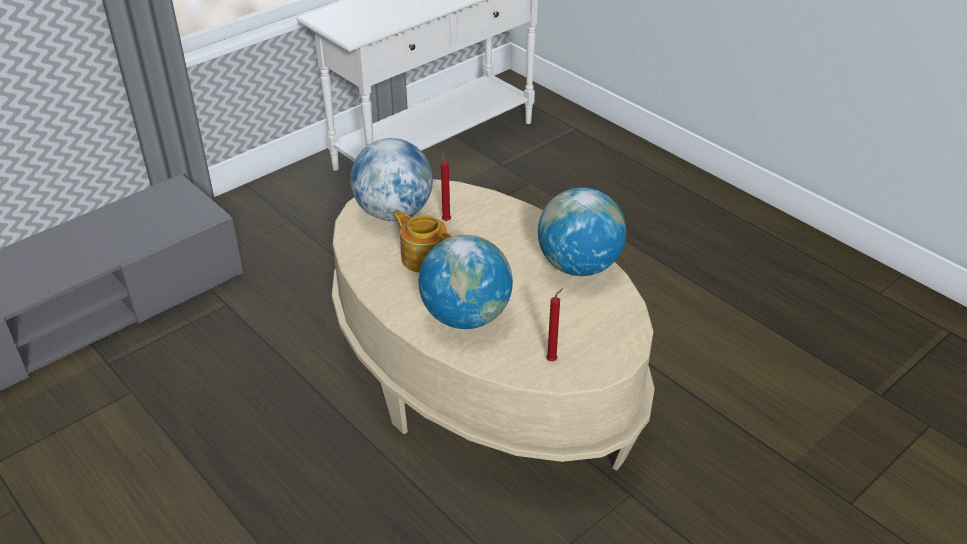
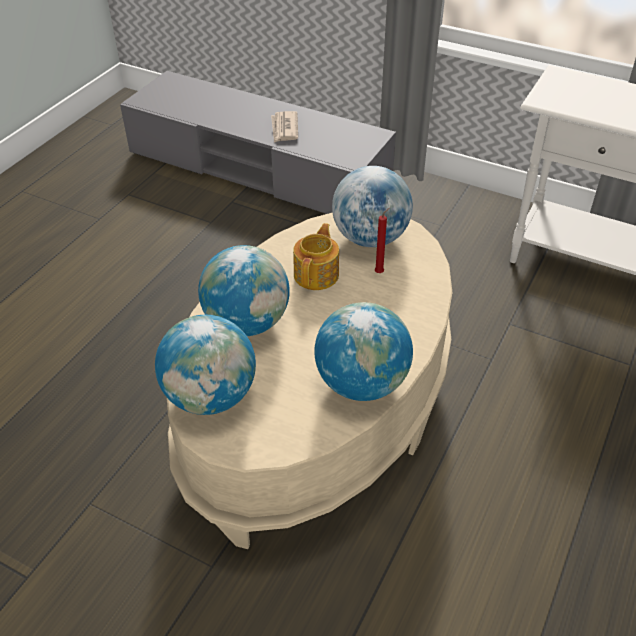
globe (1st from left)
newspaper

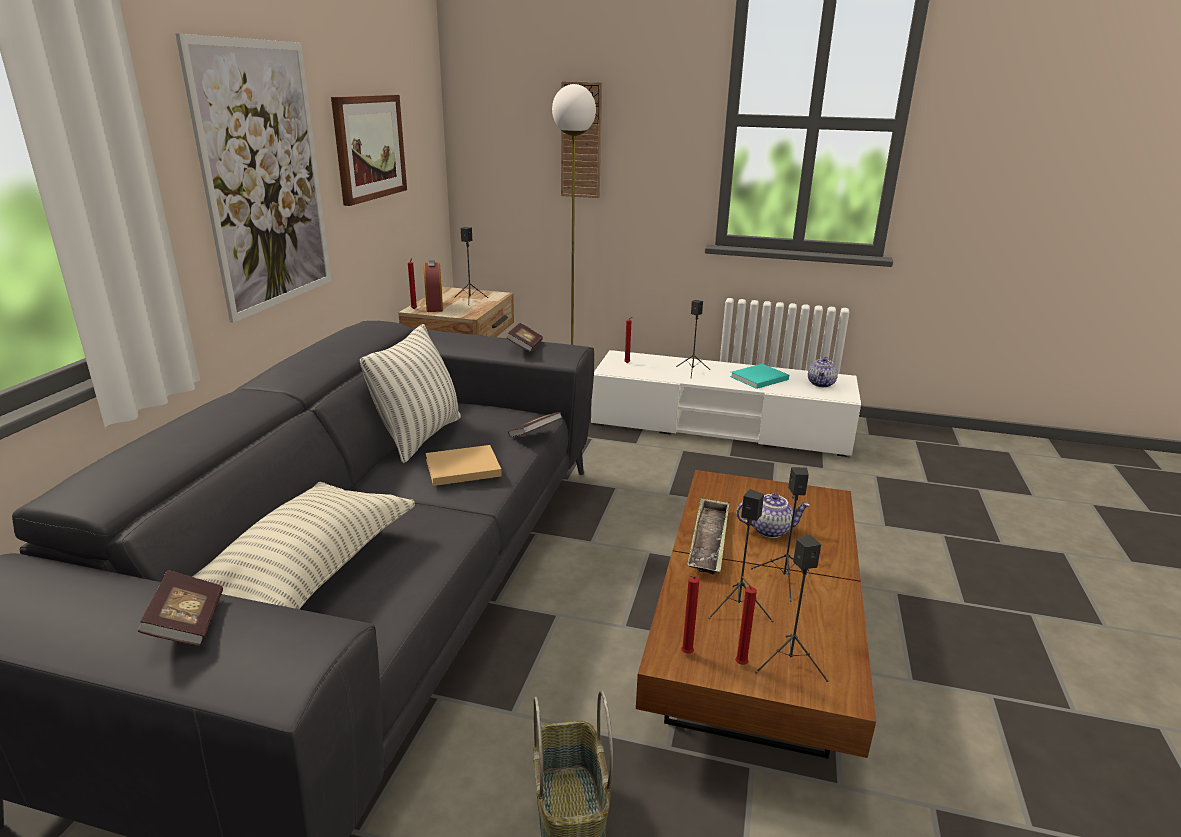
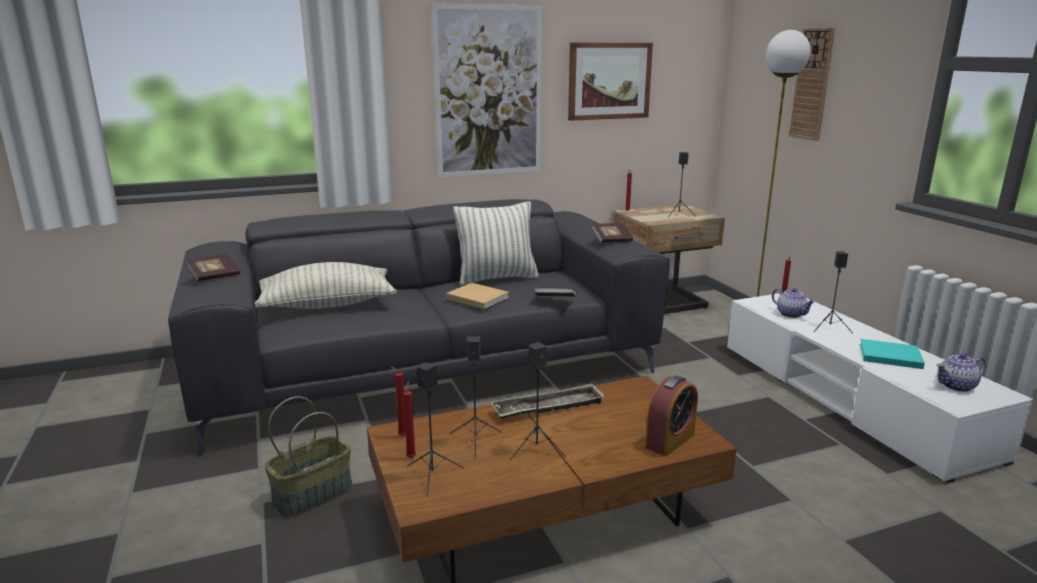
alarm clock
teapot (1st from left)

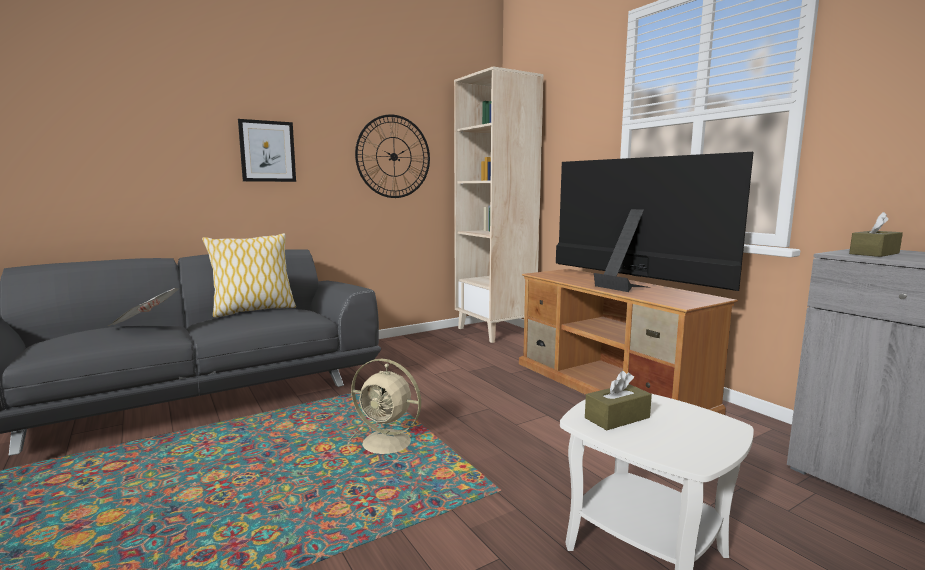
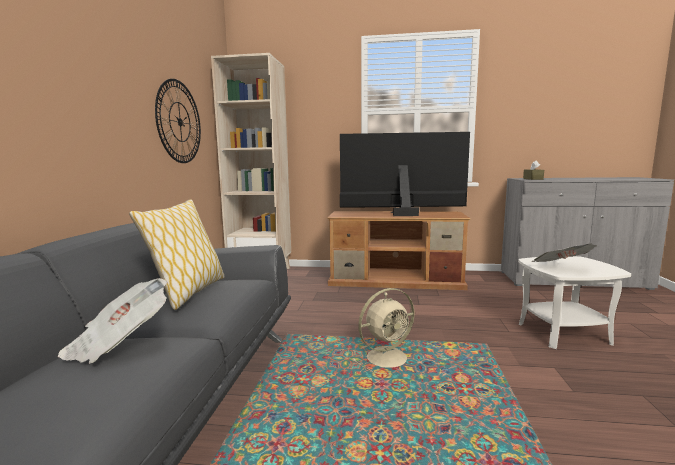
newspaper (2nd from left)
picture

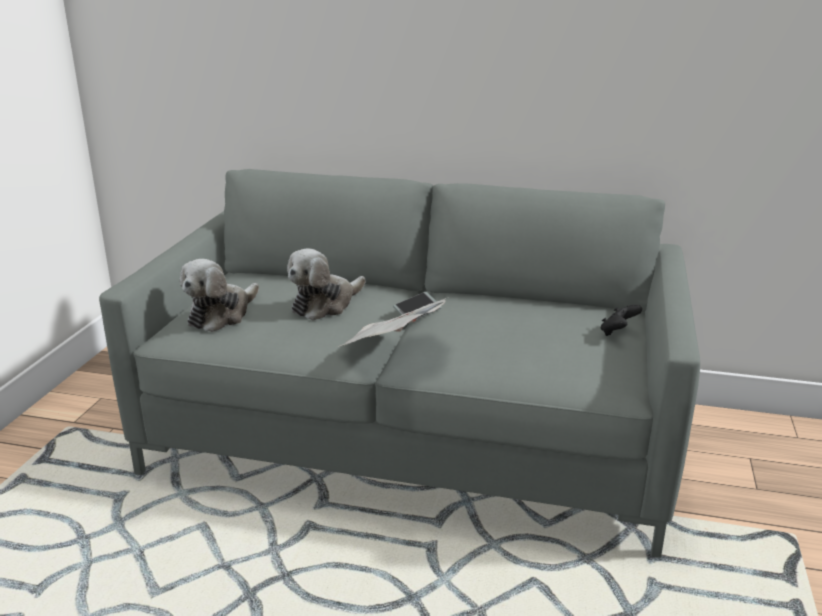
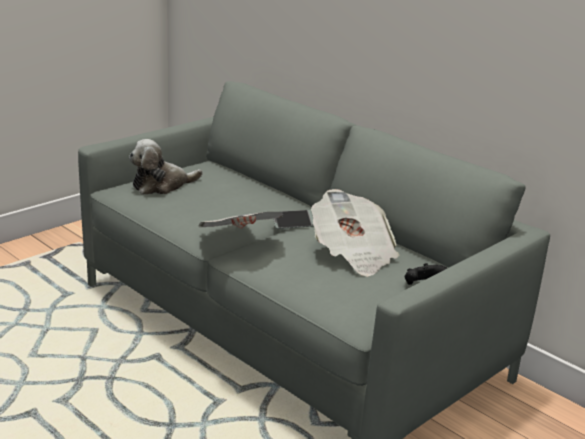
newspaper (2nd from left)
plush toy (2nd from left in the first image)

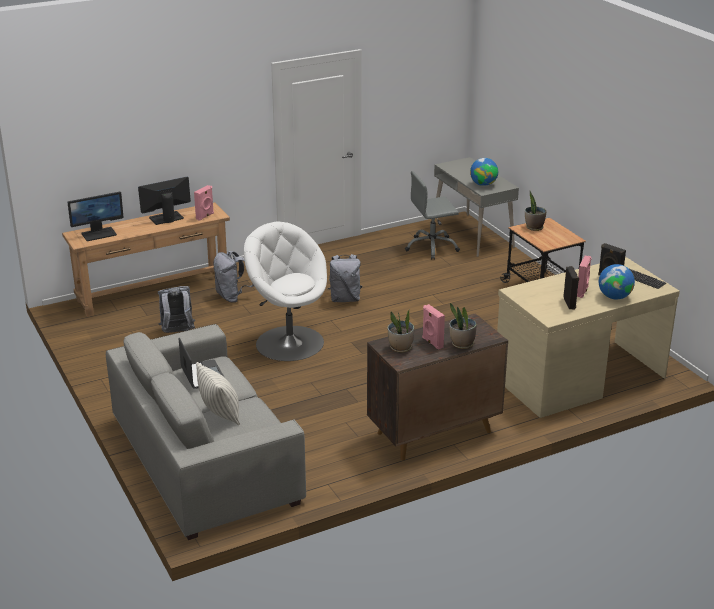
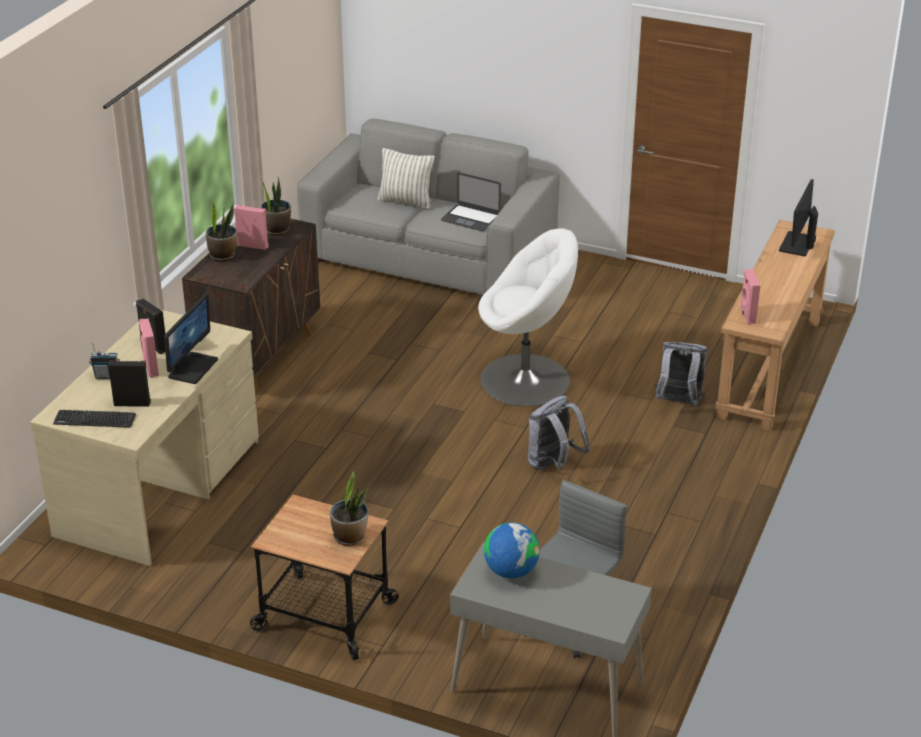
radio
monitor (1st from left)
grey backpack (1st from left in the first image)

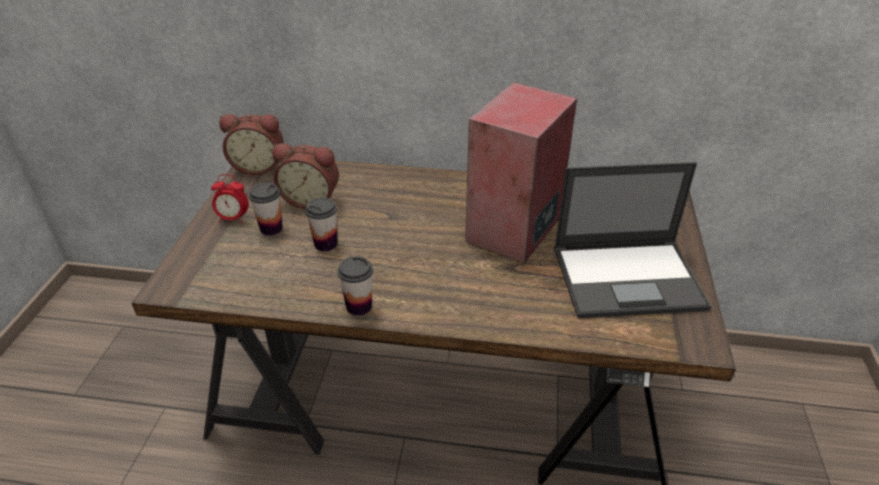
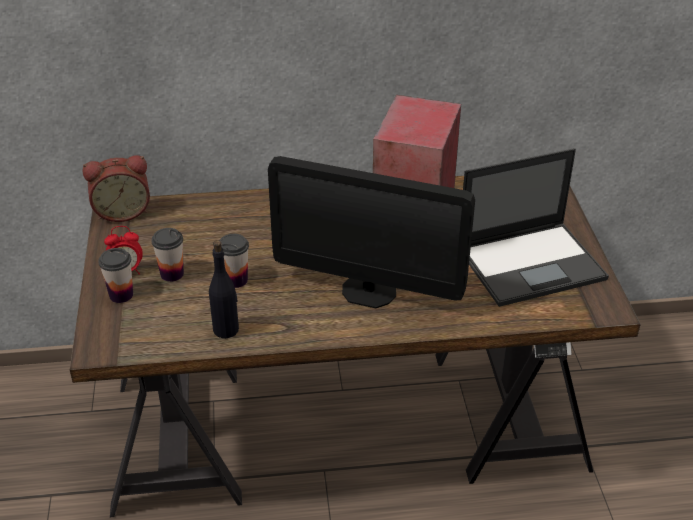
cup (1st from left)
black bottle
monitor
alarm clock (3rd from left in the first image)

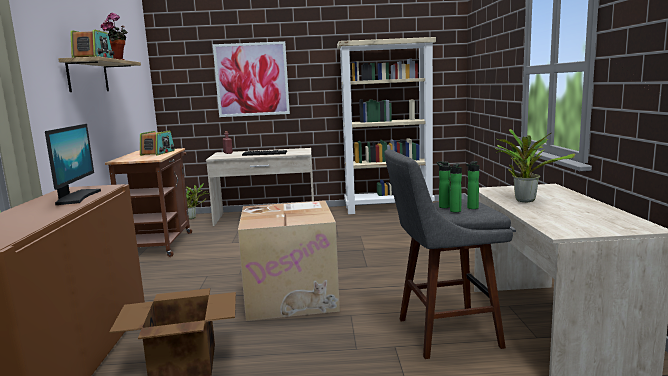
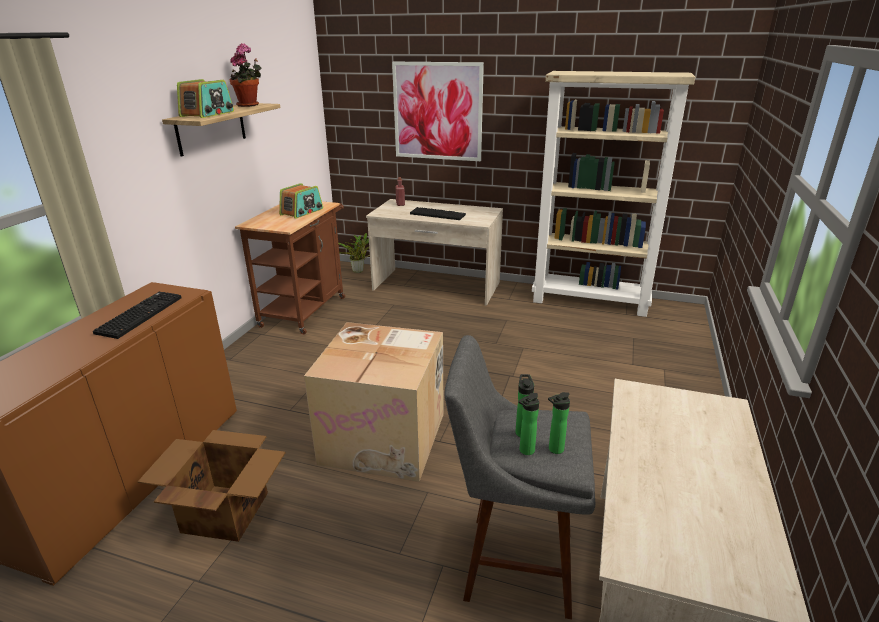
keyboard (1st from left)
potted plant (3rd from left in the first image)

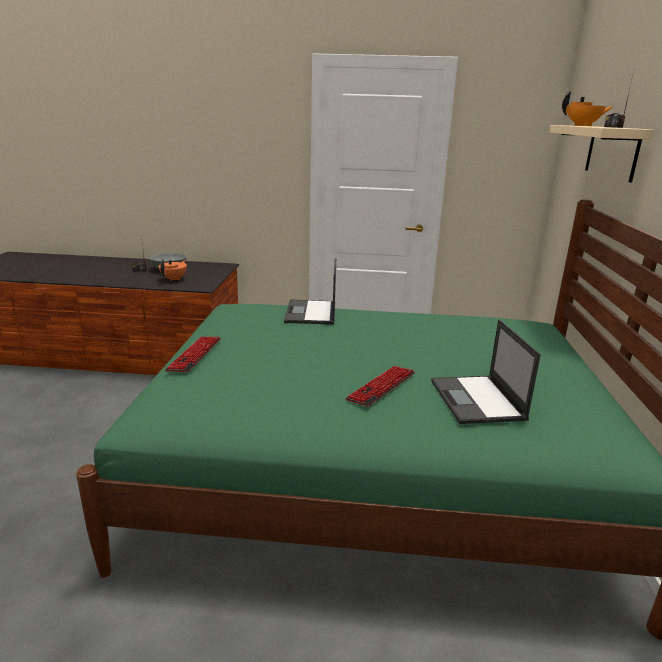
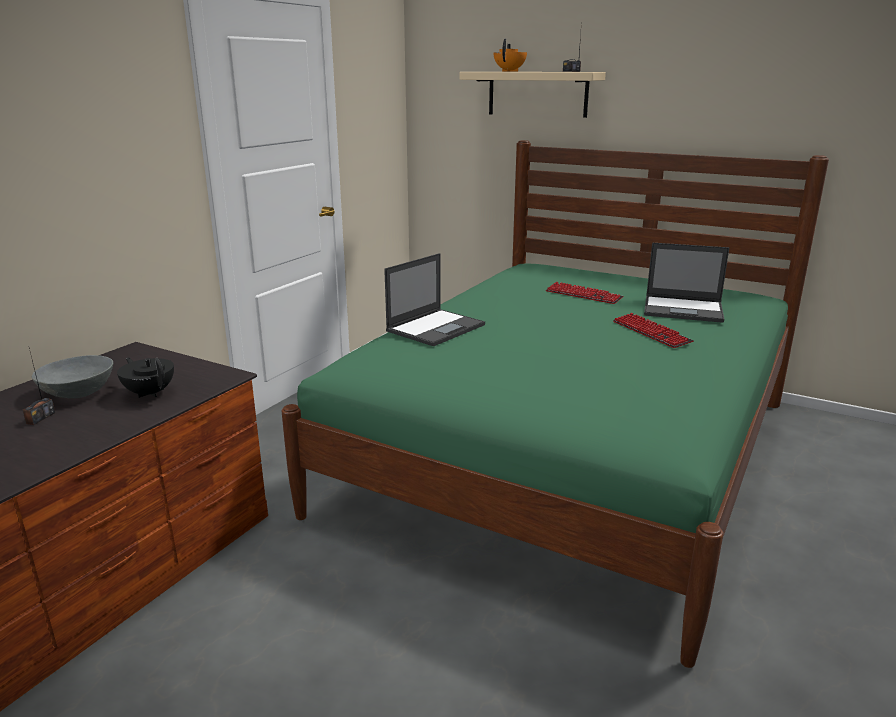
black teapot
laptop (1st from left)
keyboard (1st from left)

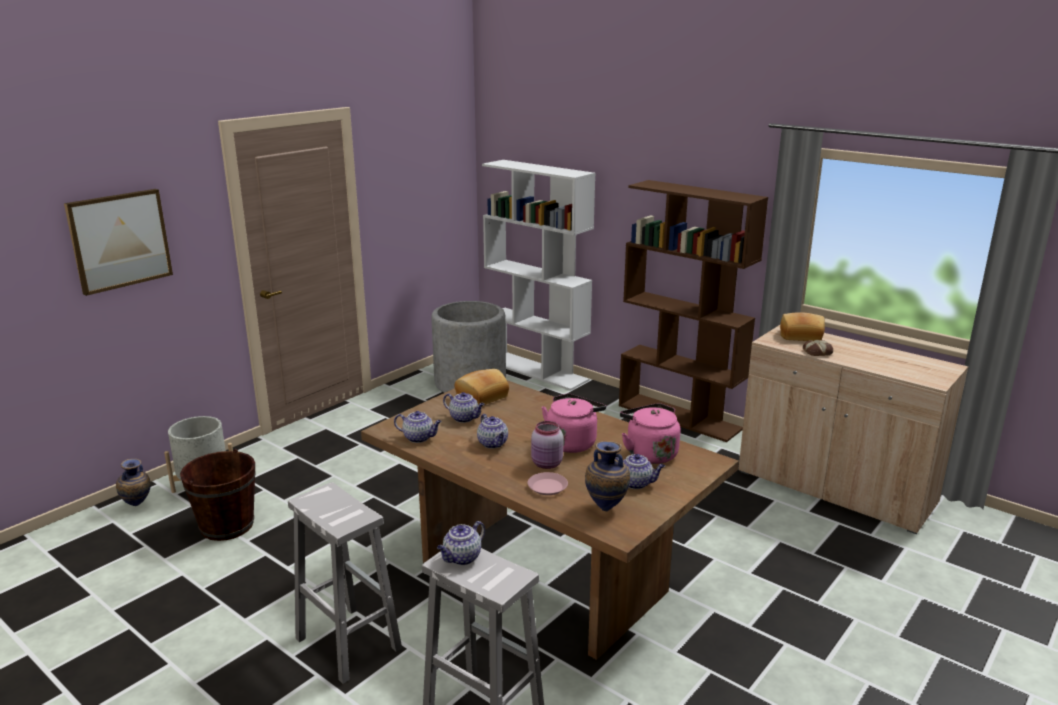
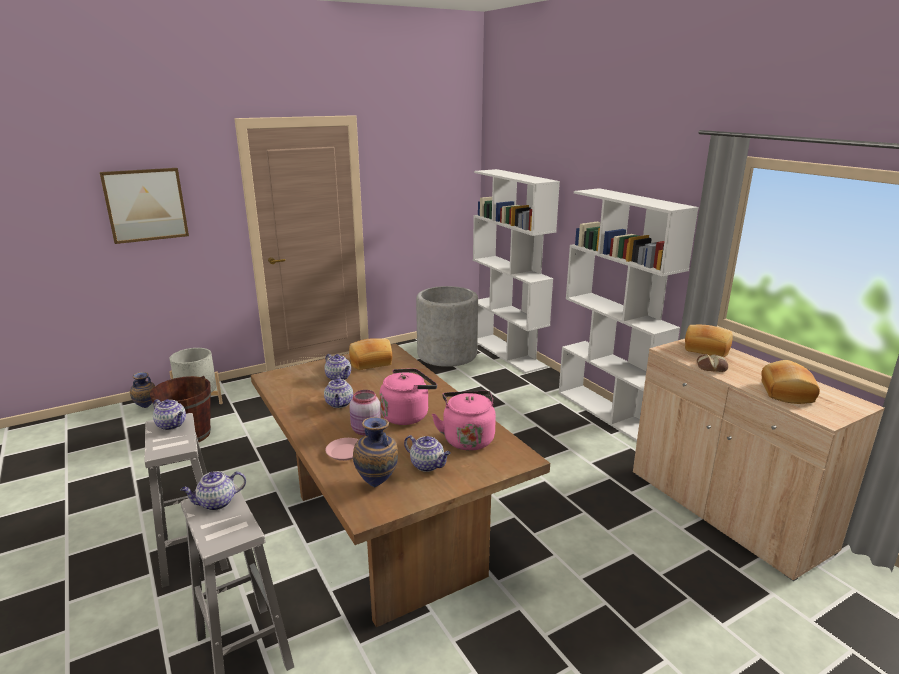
teapot (1st from left)
white bookcase (2nd from left)
bread (4th from left)

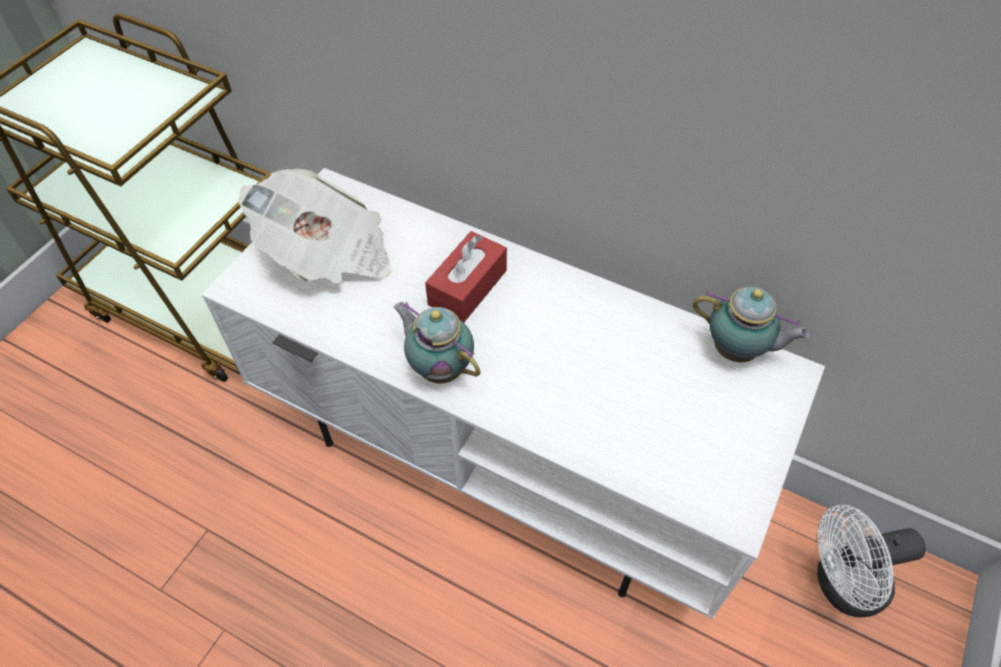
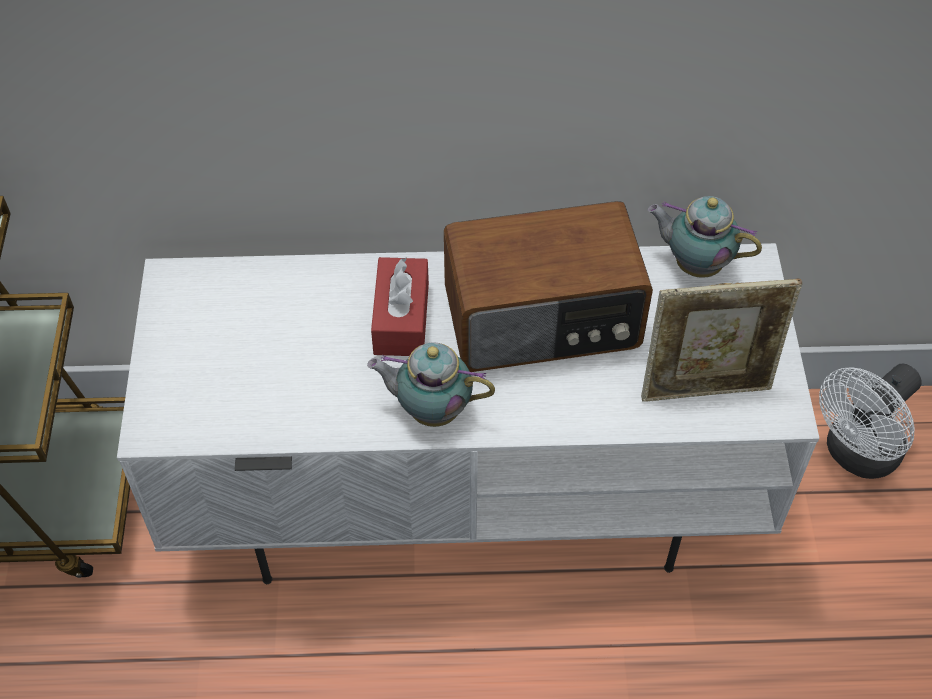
radio
picture frame
teapot (2nd from left)
newspaper

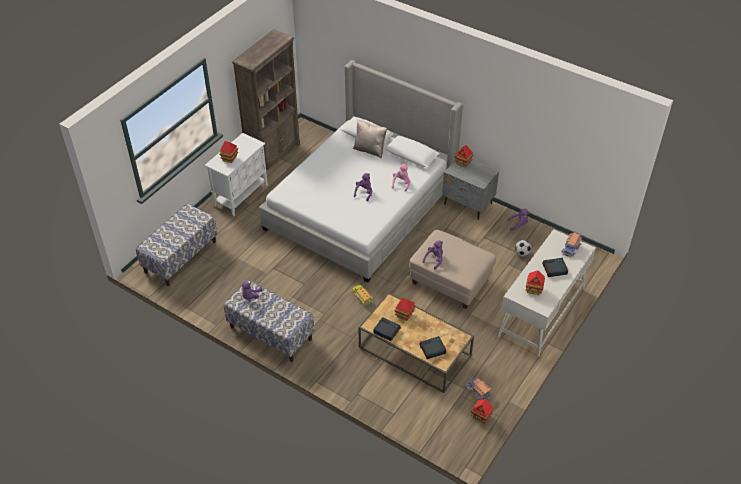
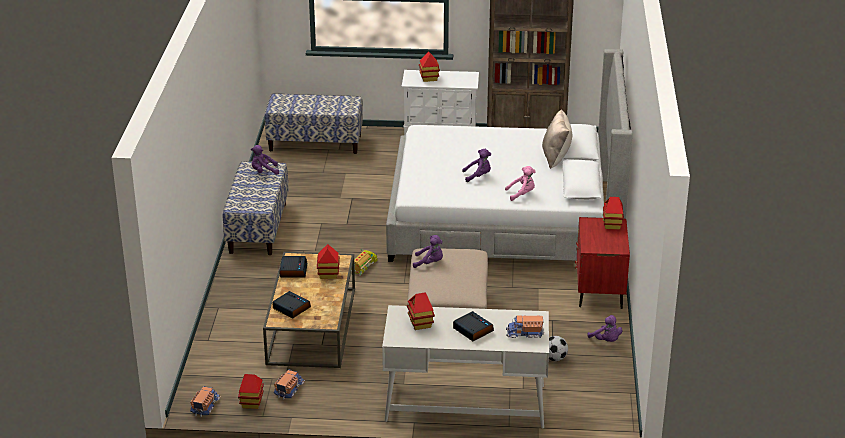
toy truck (1st from left)
red nightstand

